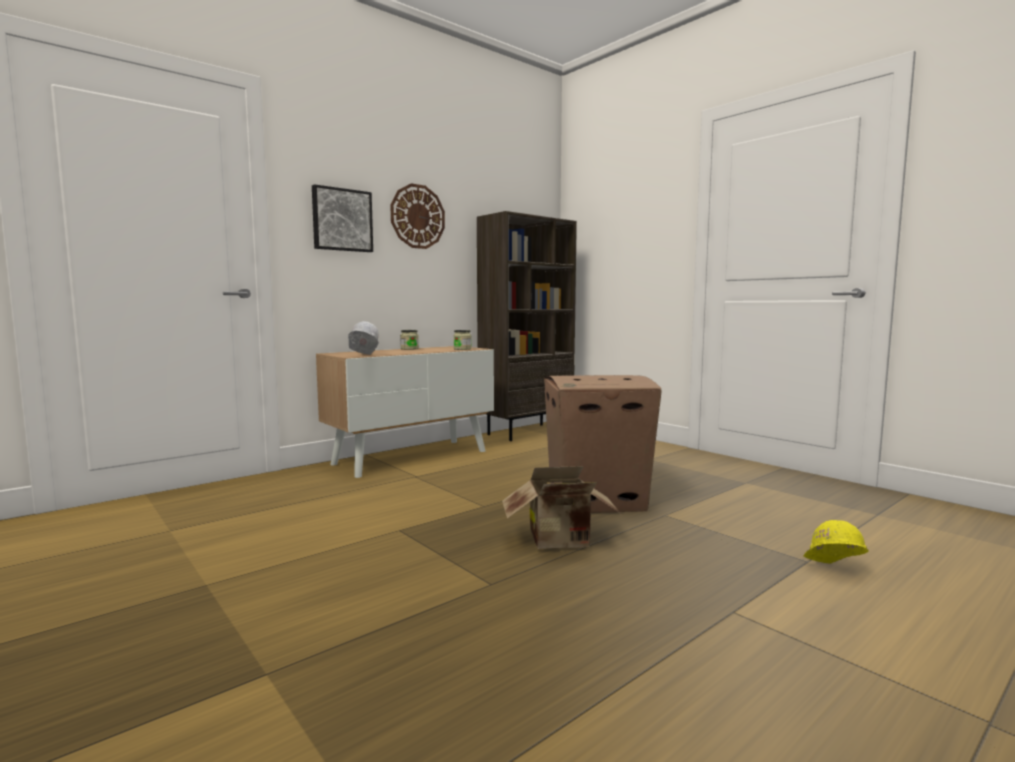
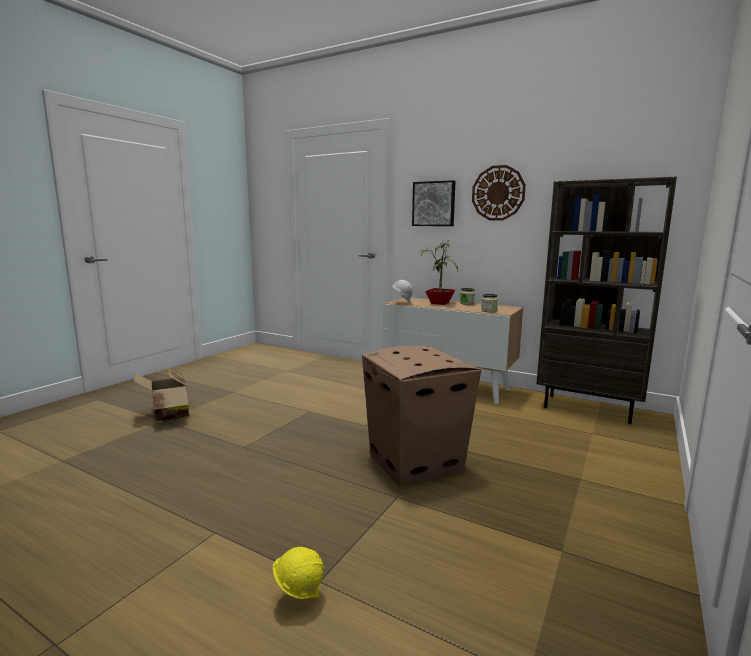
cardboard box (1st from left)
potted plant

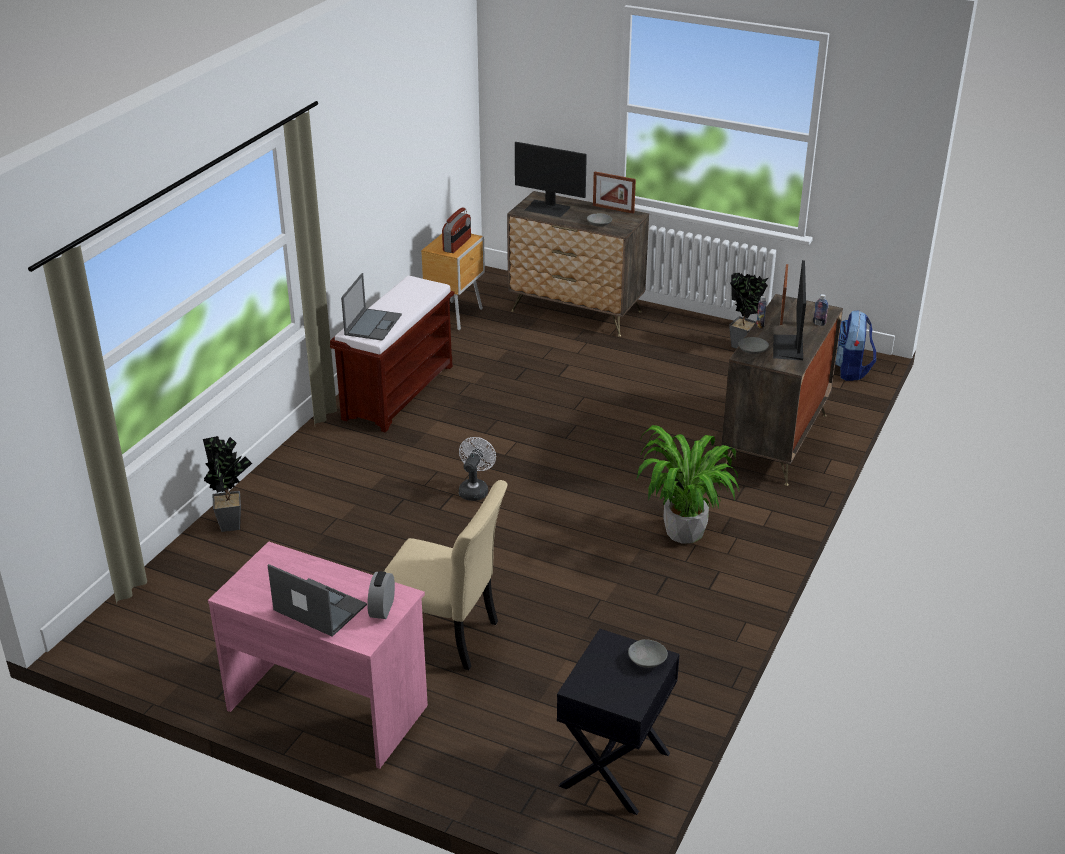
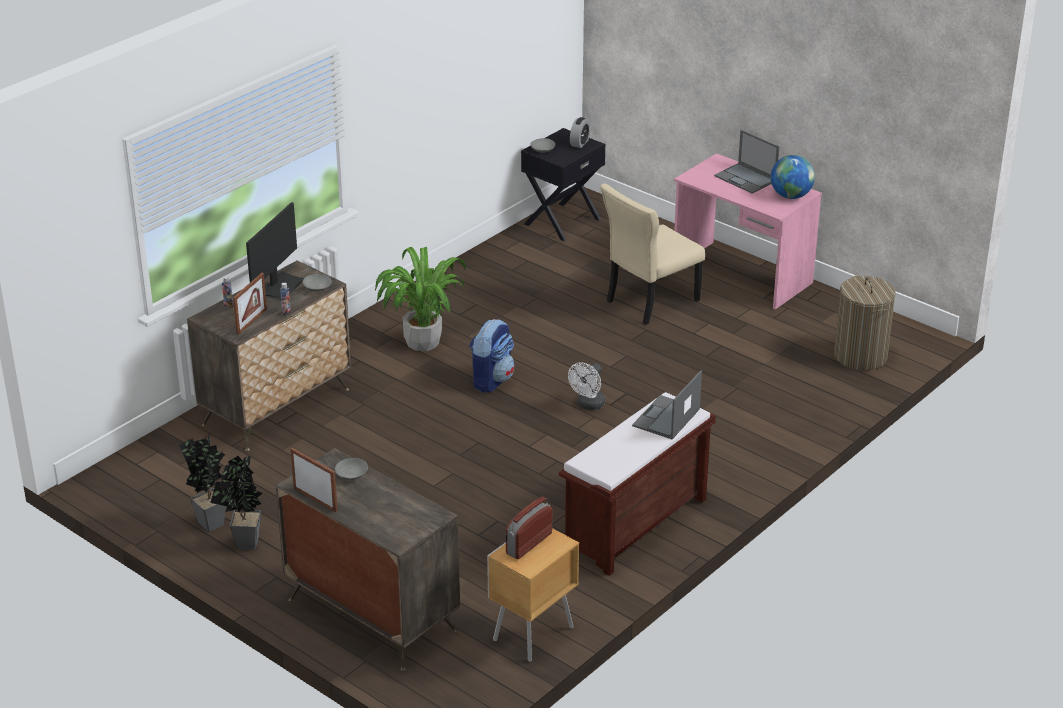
potted plant (2nd from left)
backpack
alarm clock
beige chair
globe
laundry basket
monitor (1st from left in the first image)

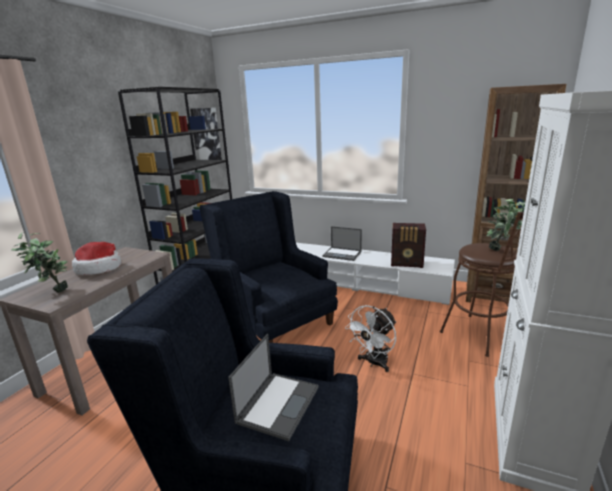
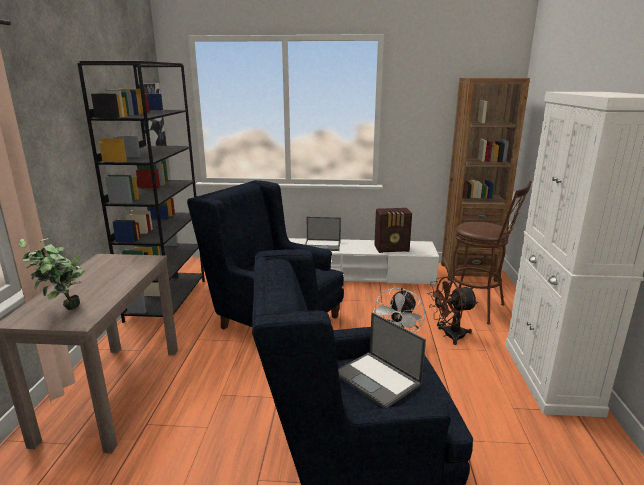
laptop (2nd from left)
brown fan
hat
potted plant (2nd from left in the first image)

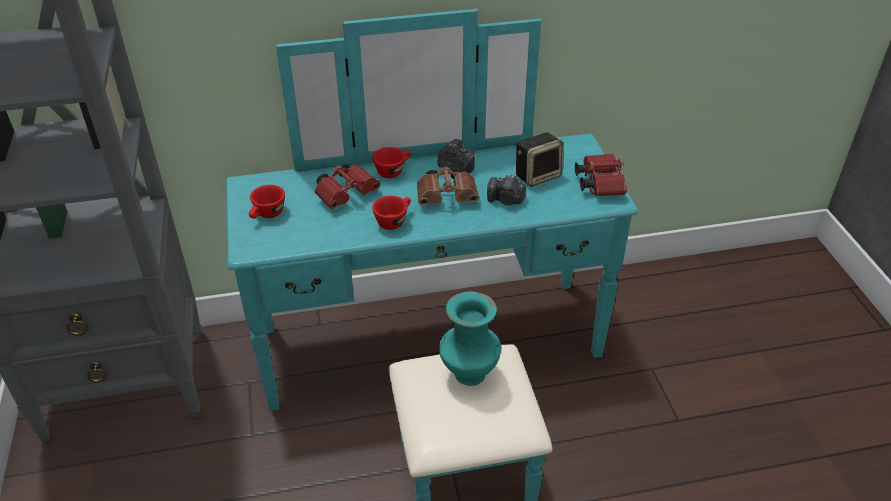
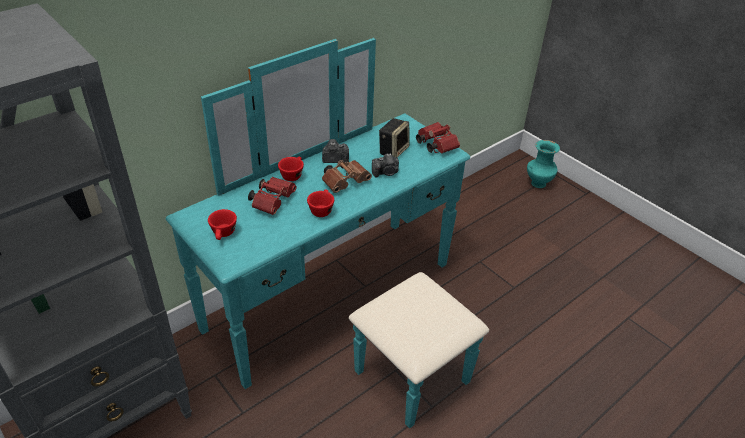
turquoise vase

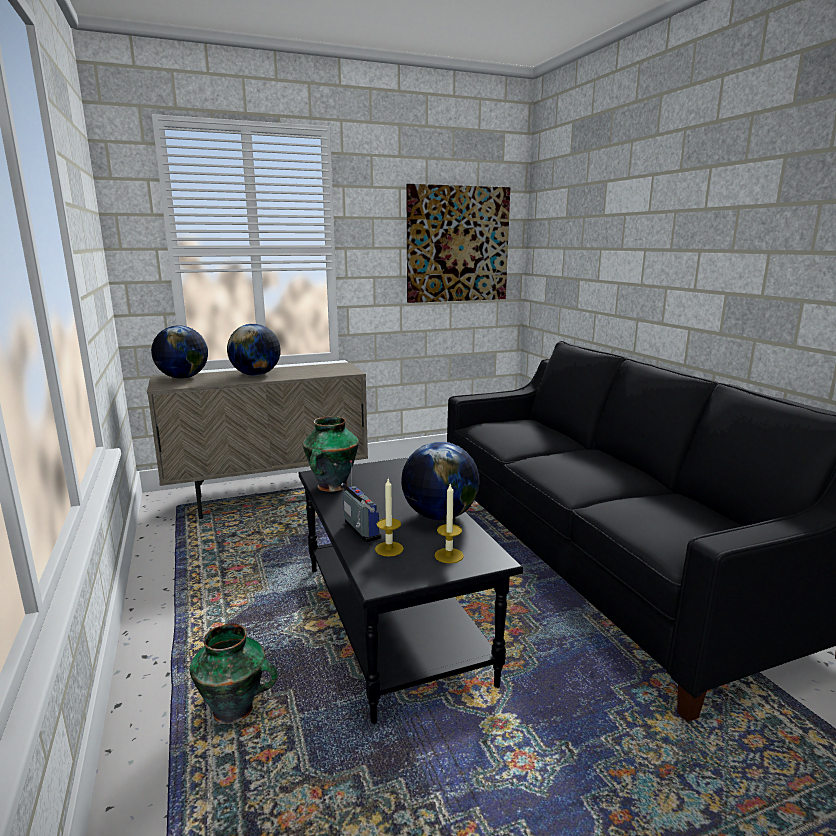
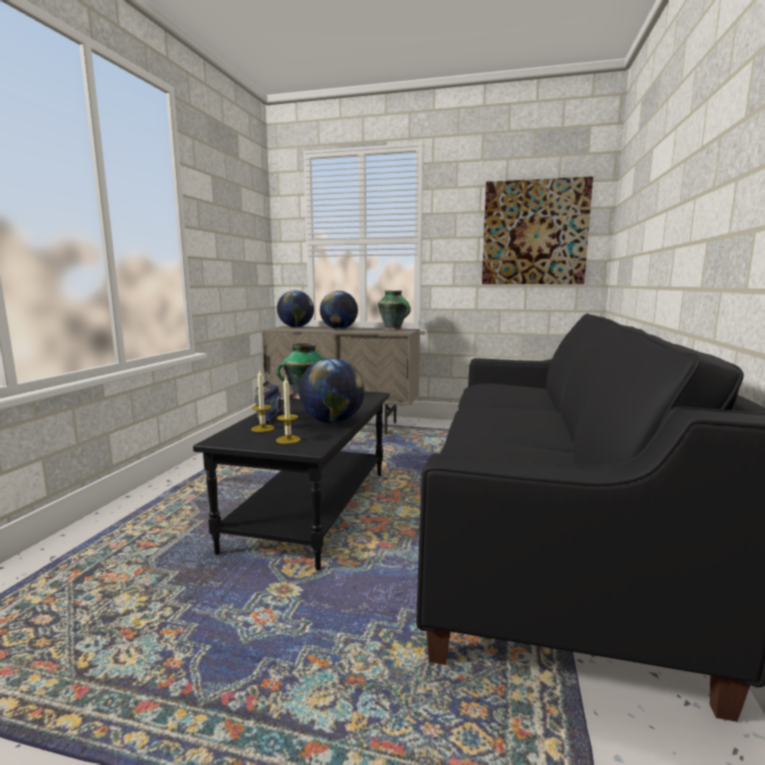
vase (2nd from left)

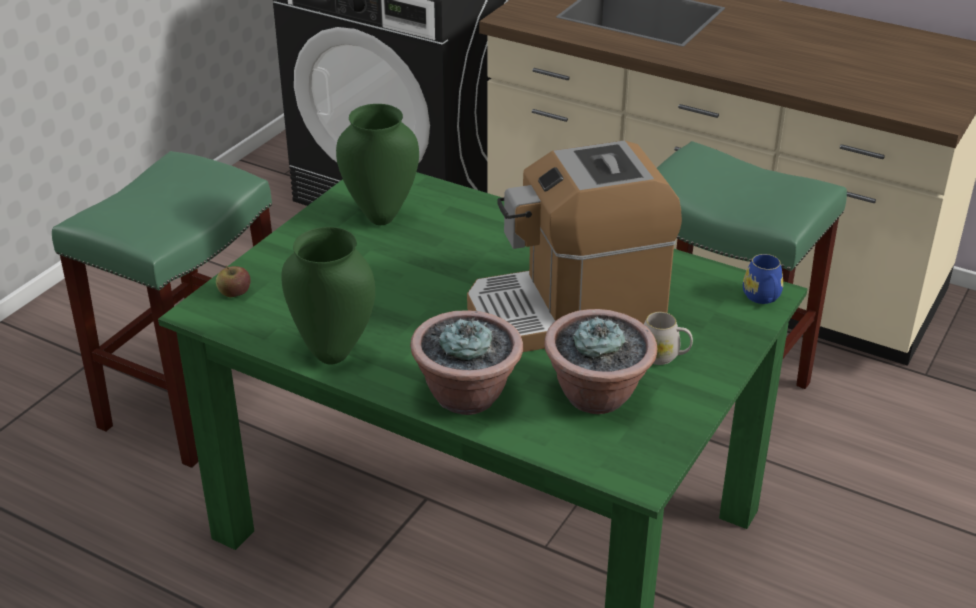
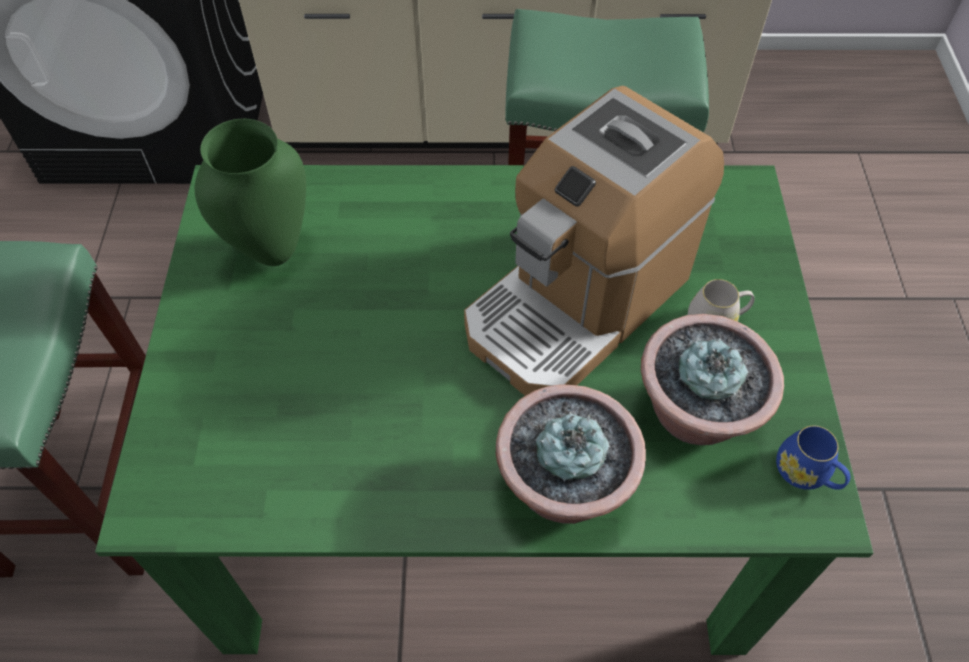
blue mug
apple
green vase (1st from left in the first image)

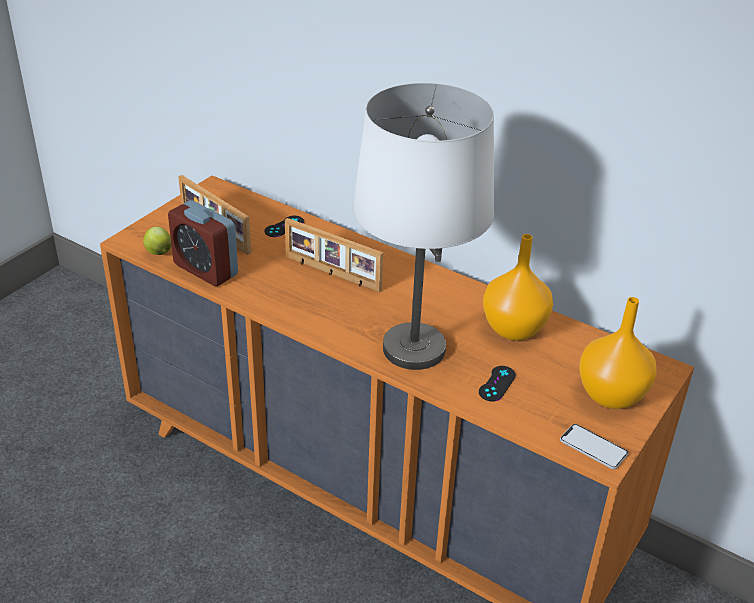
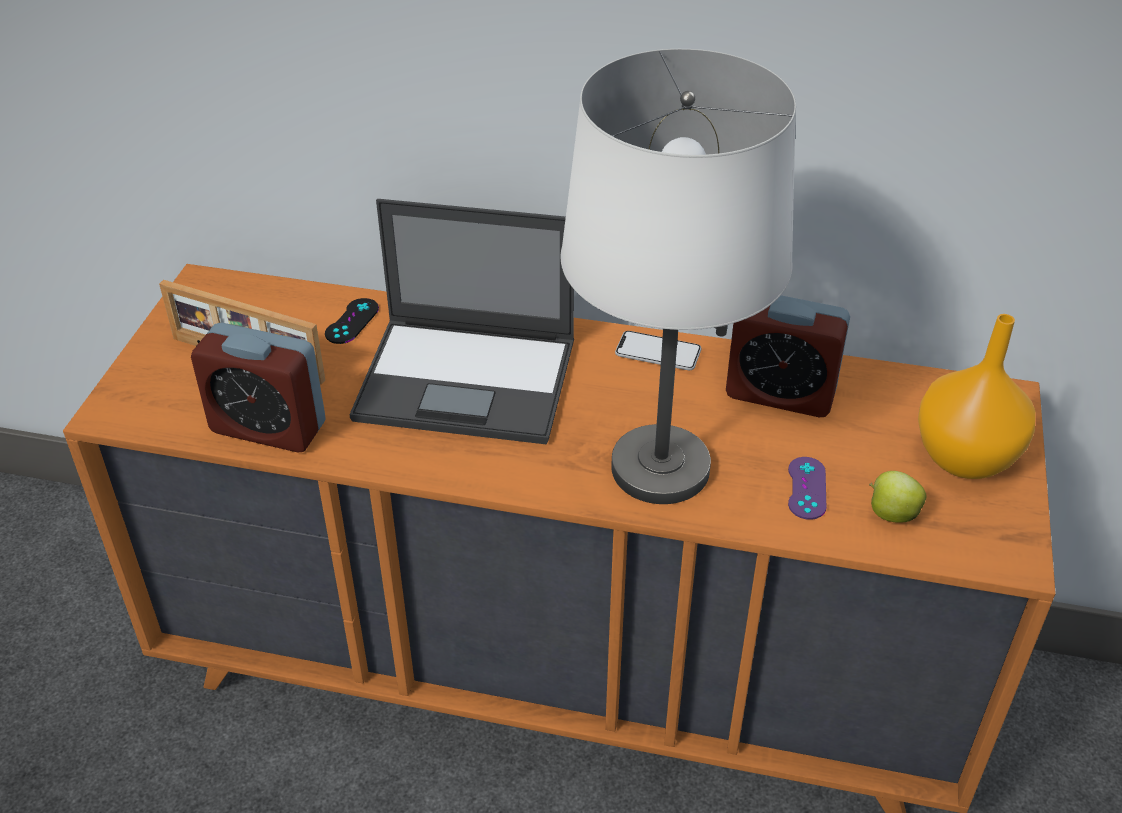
laptop
phone
alarm clock (2nd from left)
purple game controller
apple

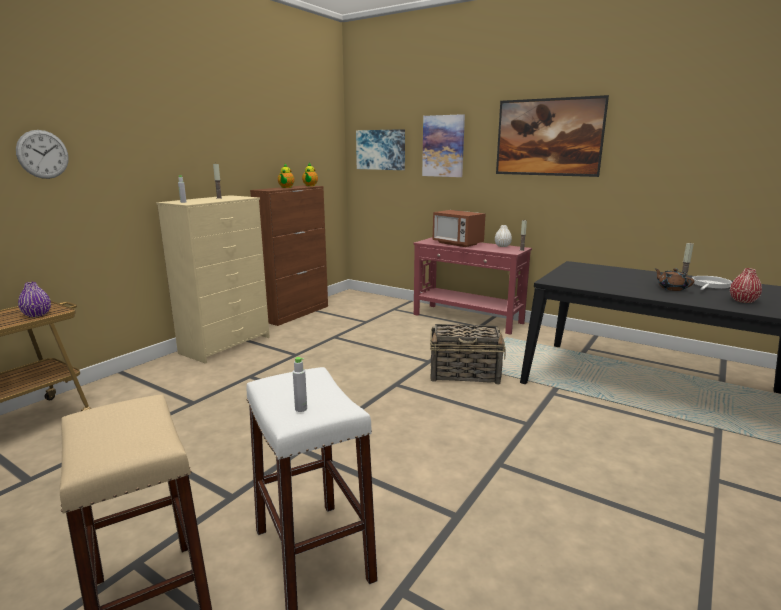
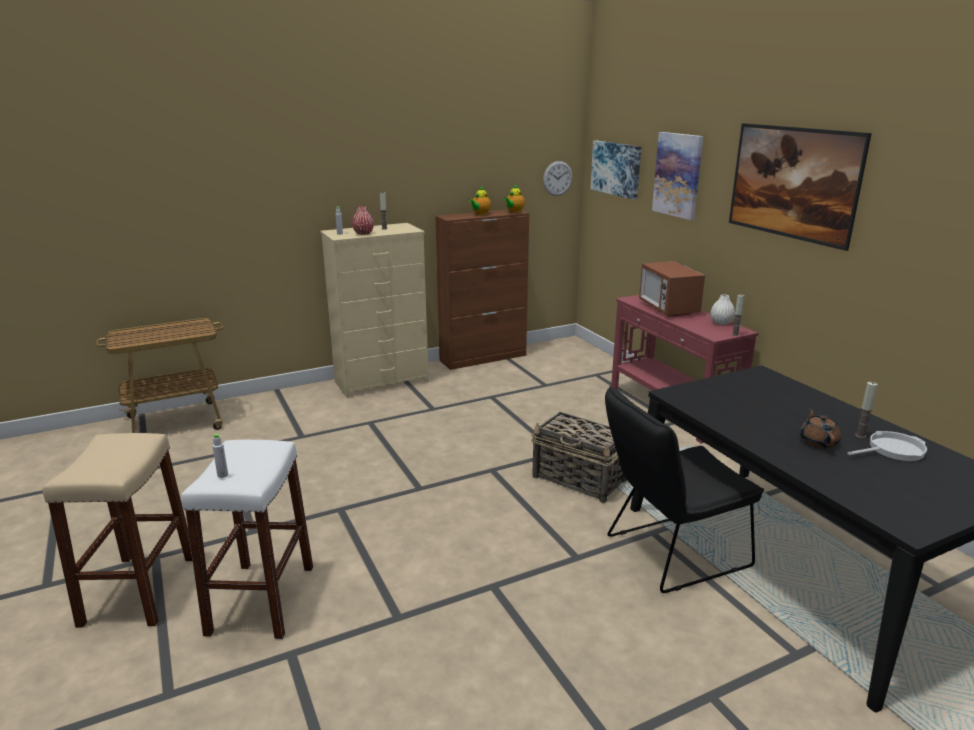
red vase
wall clock
black chair
purple vase

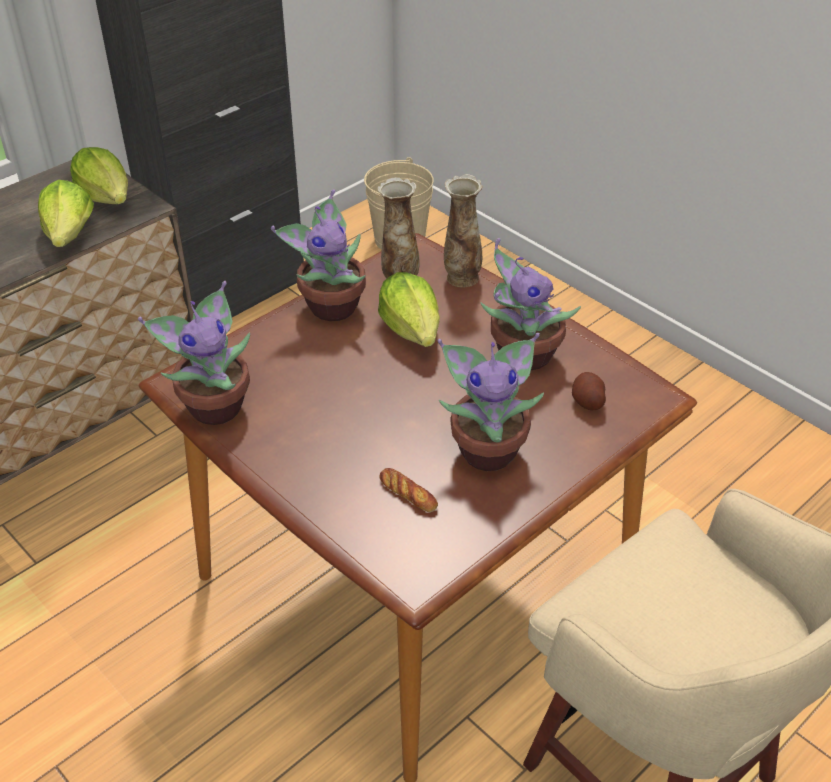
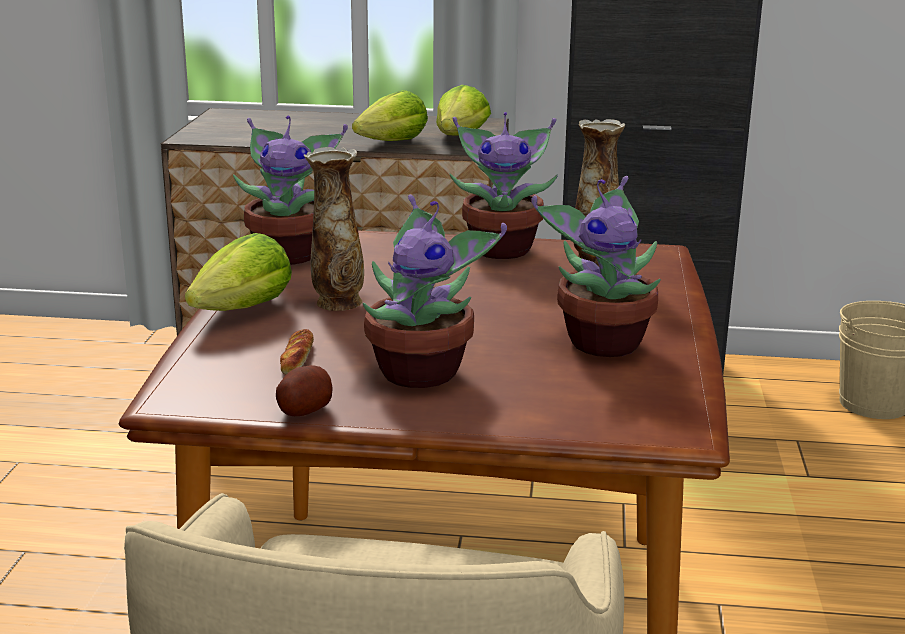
lettuce (1st from left)
potato
vase (1st from left)

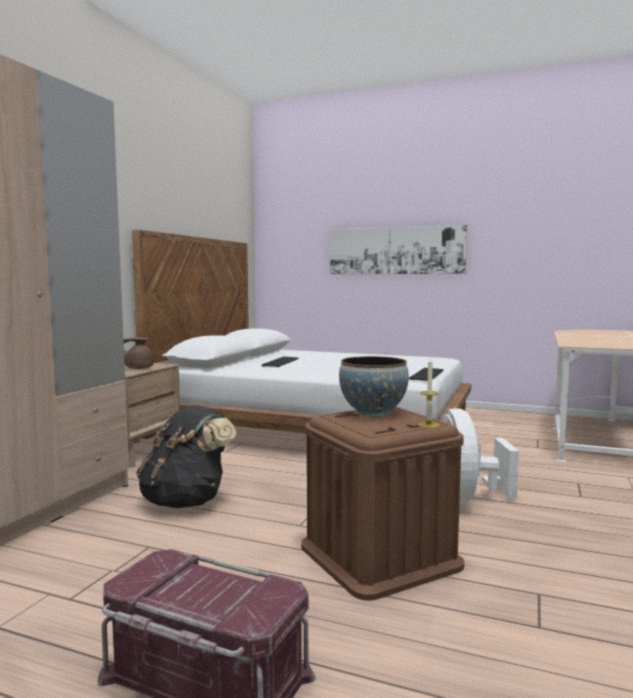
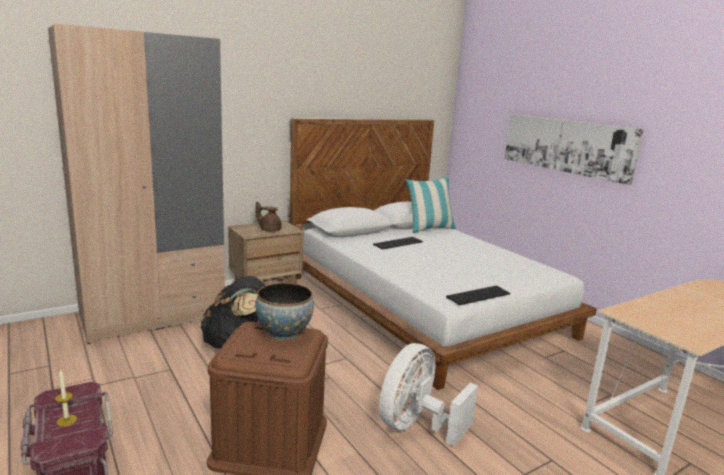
candle
pillow

